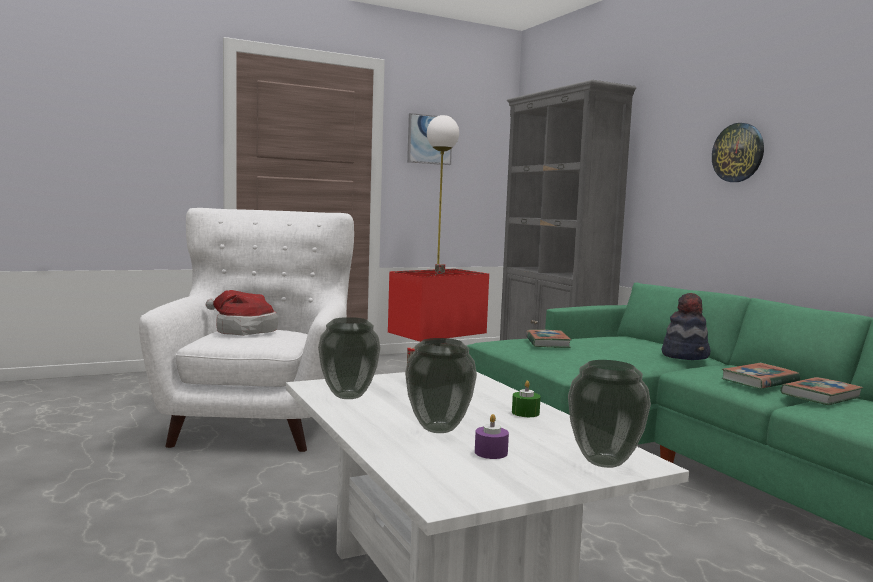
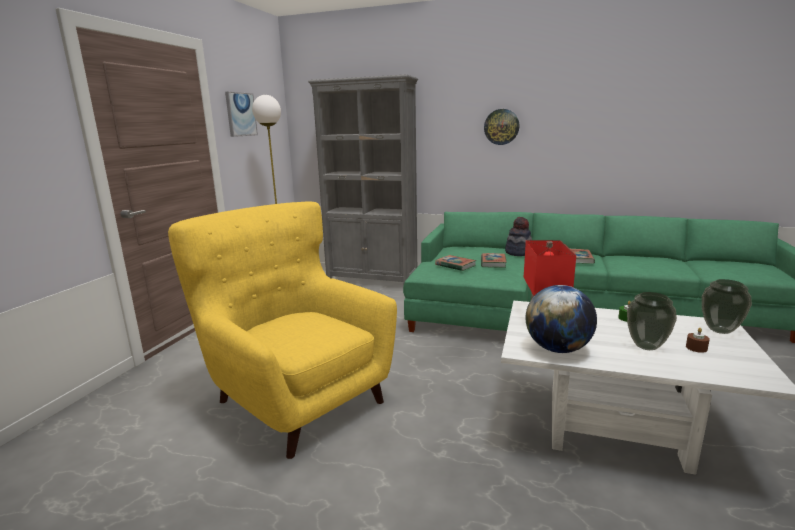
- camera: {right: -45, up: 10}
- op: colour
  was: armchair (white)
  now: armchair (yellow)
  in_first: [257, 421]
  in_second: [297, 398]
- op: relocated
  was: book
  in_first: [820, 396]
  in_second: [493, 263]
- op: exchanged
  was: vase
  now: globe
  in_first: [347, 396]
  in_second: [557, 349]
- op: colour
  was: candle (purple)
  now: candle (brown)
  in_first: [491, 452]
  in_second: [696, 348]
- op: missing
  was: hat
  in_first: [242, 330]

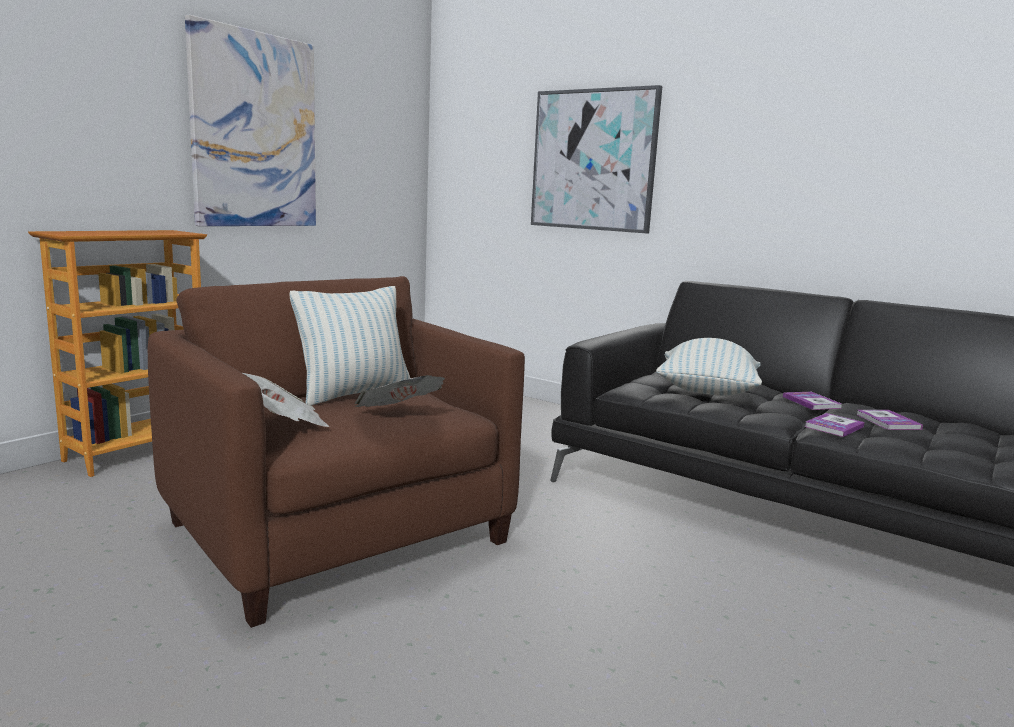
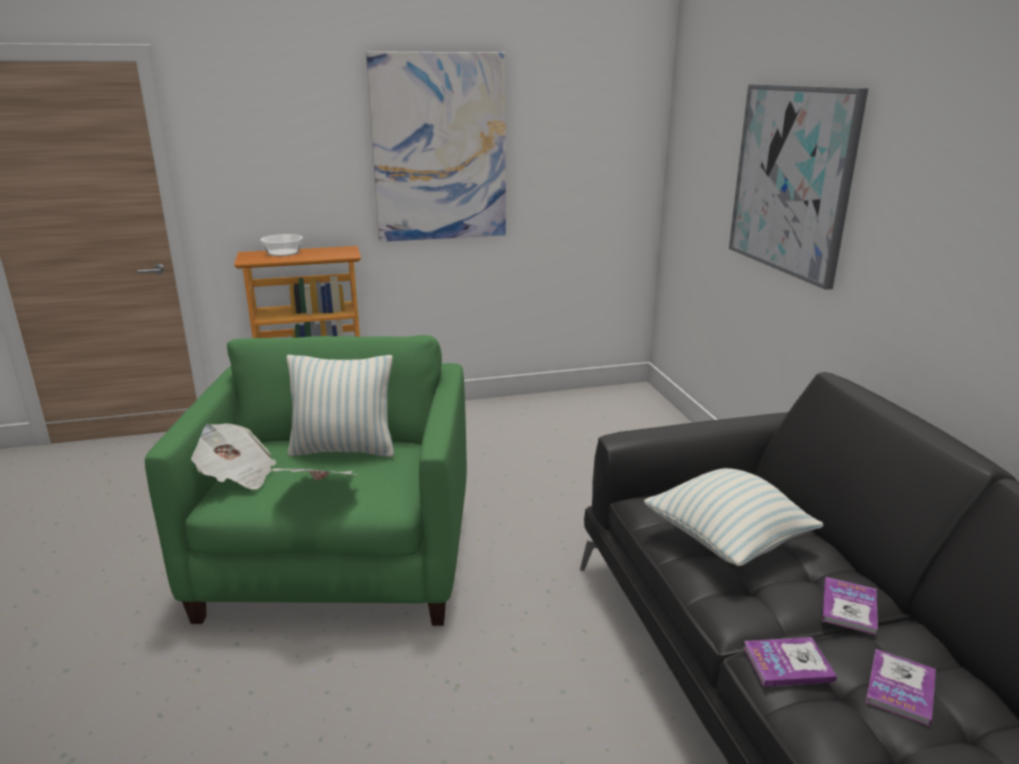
- camera: {right: 40, up: 10}
- op: colour
  was: armchair (brown)
  now: armchair (green)
  in_first: [339, 533]
  in_second: [340, 559]
- op: appeared
  now: bowl
  in_second: [283, 252]

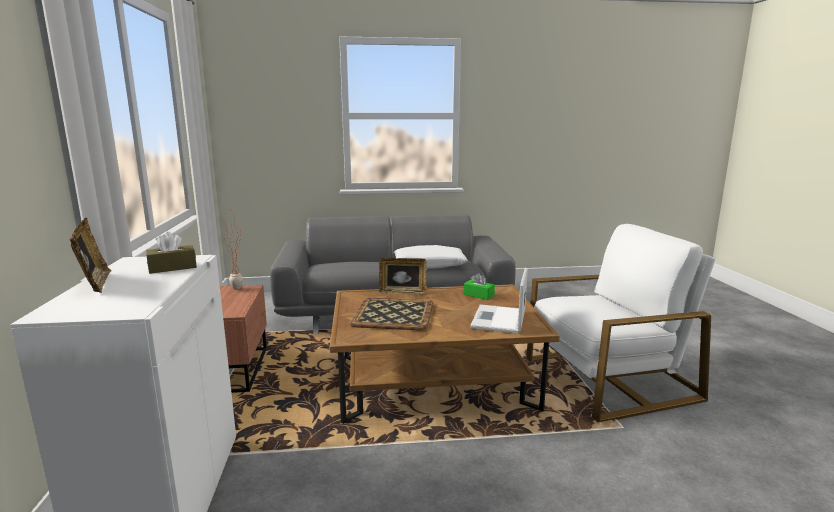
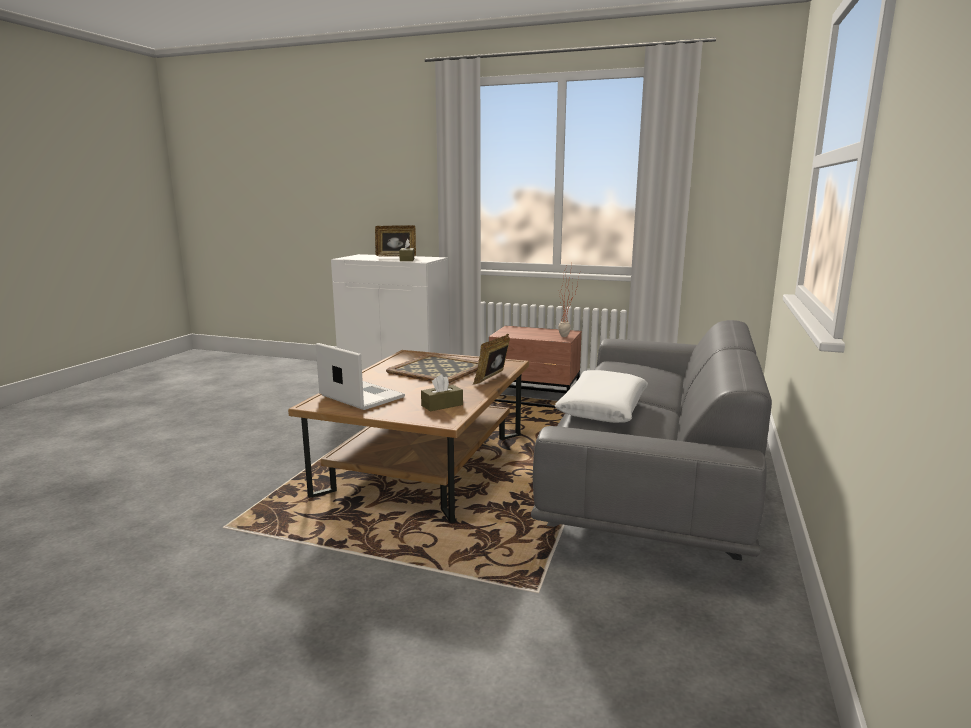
- camera: {right: 115, up: 0}
- op: colour
  was: tissue box (green)
  now: tissue box (brown)
  in_first: [478, 295]
  in_second: [442, 405]
- op: missing
  was: armchair (white)
  in_first: [608, 379]

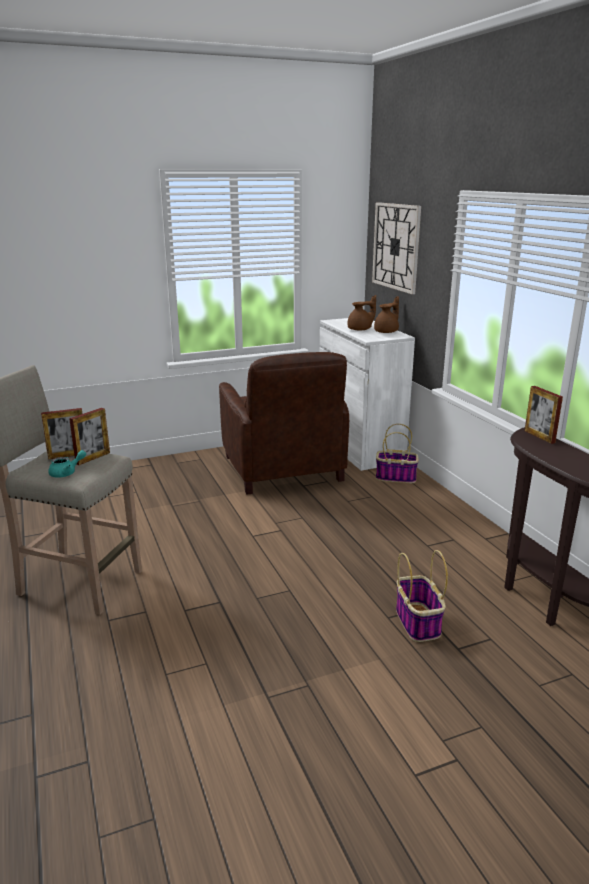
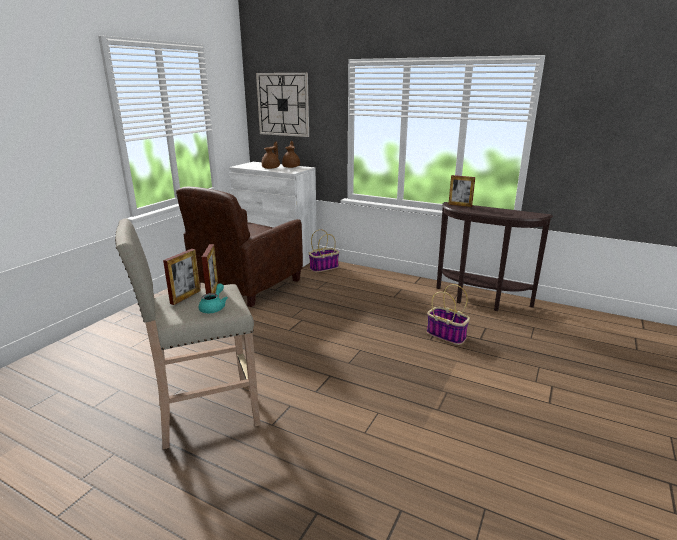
- camera: {right: -40, up: 0}
- op: spun
  was: armchair (brown)
  in_first: [283, 469]
  in_second: [246, 284]
  clockwise: 90

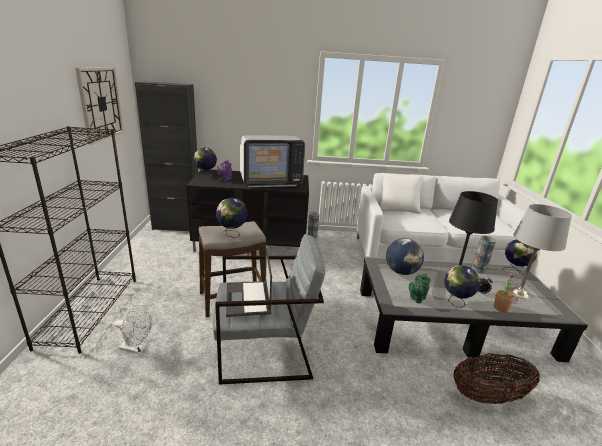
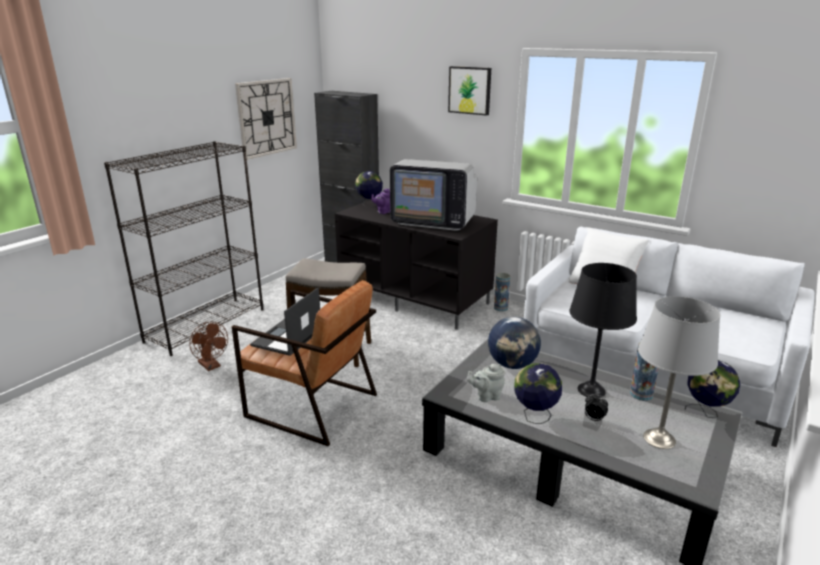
- camera: {right: 35, up: 0}
- op: colour
  was: fan (white)
  now: fan (brown)
  in_first: [137, 348]
  in_second: [211, 366]
- op: colour
  was: armchair (grey)
  now: armchair (brown)
  in_first: [265, 350]
  in_second: [312, 405]
- op: appeared
  now: picture
  in_second: [470, 90]
- op: colour
  was: teapot (green)
  now: teapot (grey)
  in_first: [416, 298]
  in_second: [486, 396]
- op: missing
  was: globe
  in_first: [232, 235]
- op: missing
  was: basket
  in_first: [488, 396]
- op: missing
  was: potted plant
  in_first: [500, 308]

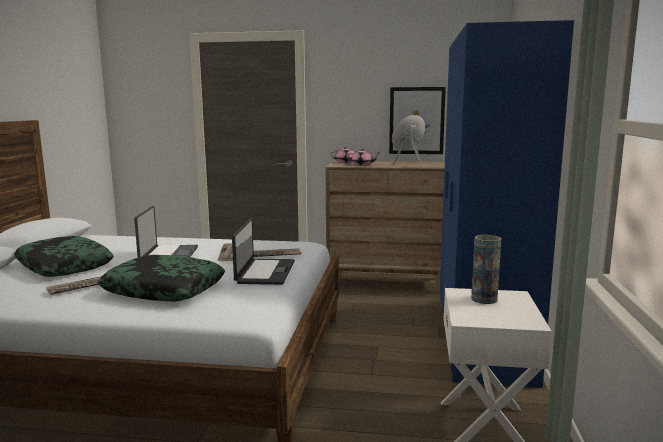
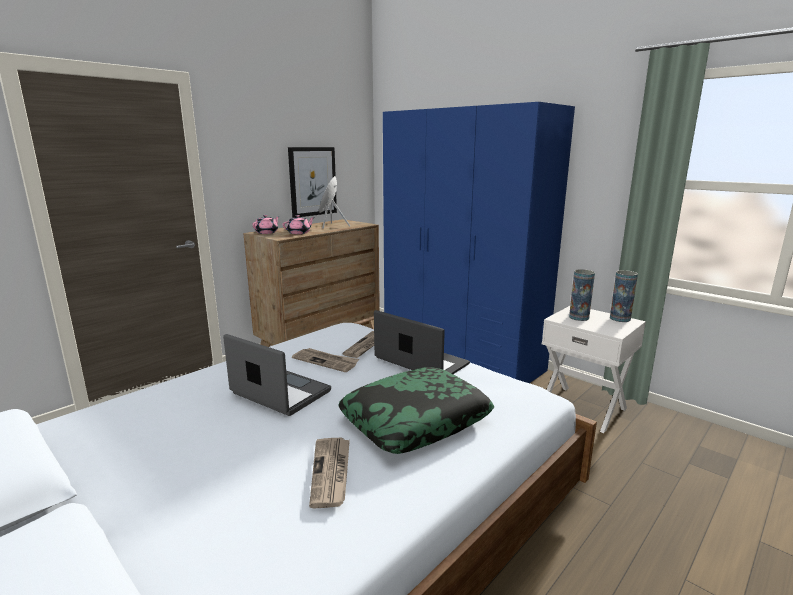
- camera: {right: -55, up: 5}
- op: appeared
  now: vase
  in_second: [620, 318]
- op: missing
  was: pillow
  in_first: [64, 266]

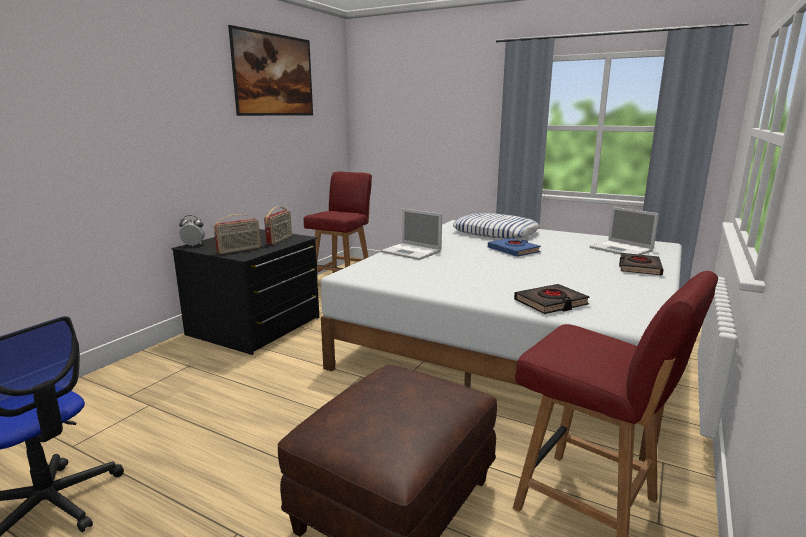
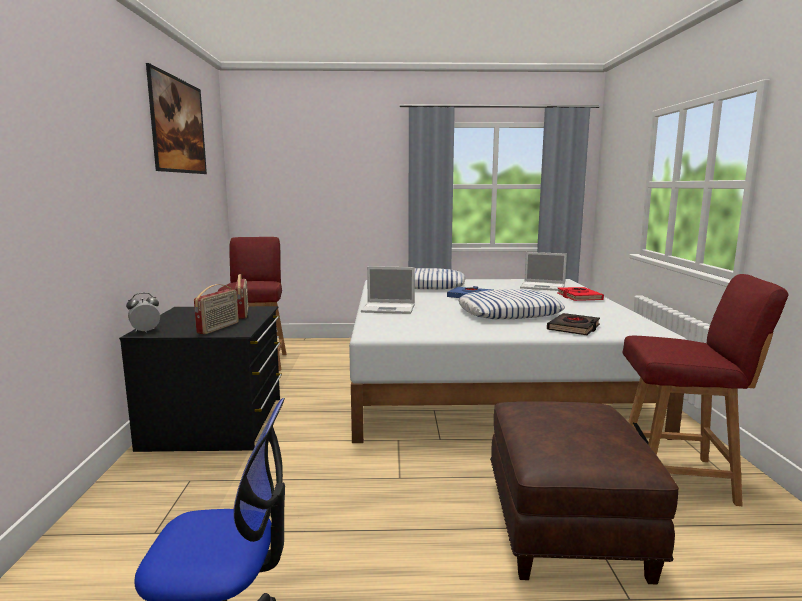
- camera: {right: -30, up: -5}
- op: appeared
  now: pillow
  in_second: [509, 312]
- op: colour
  was: book (black)
  now: book (red)
  in_first: [639, 268]
  in_second: [579, 297]

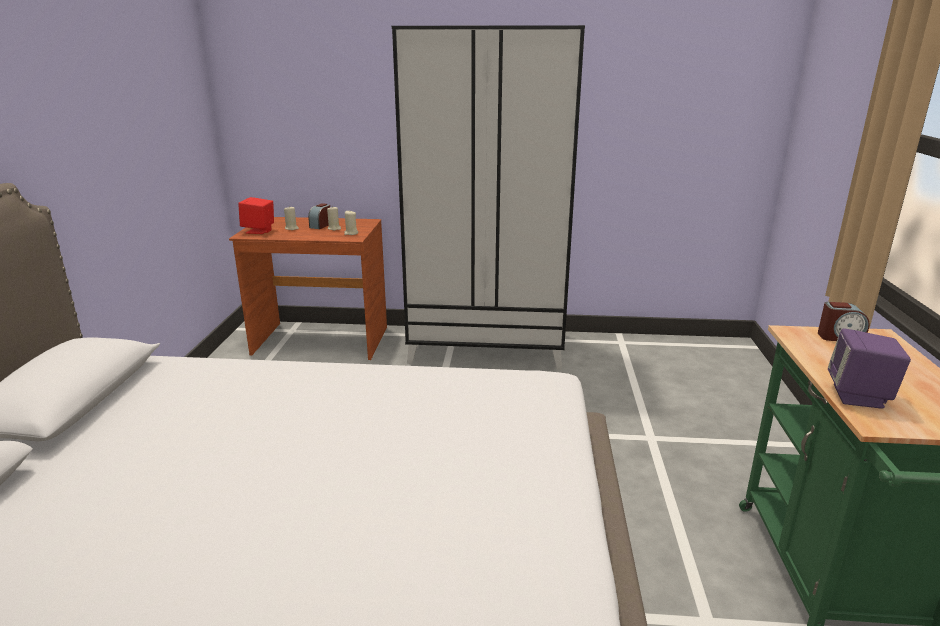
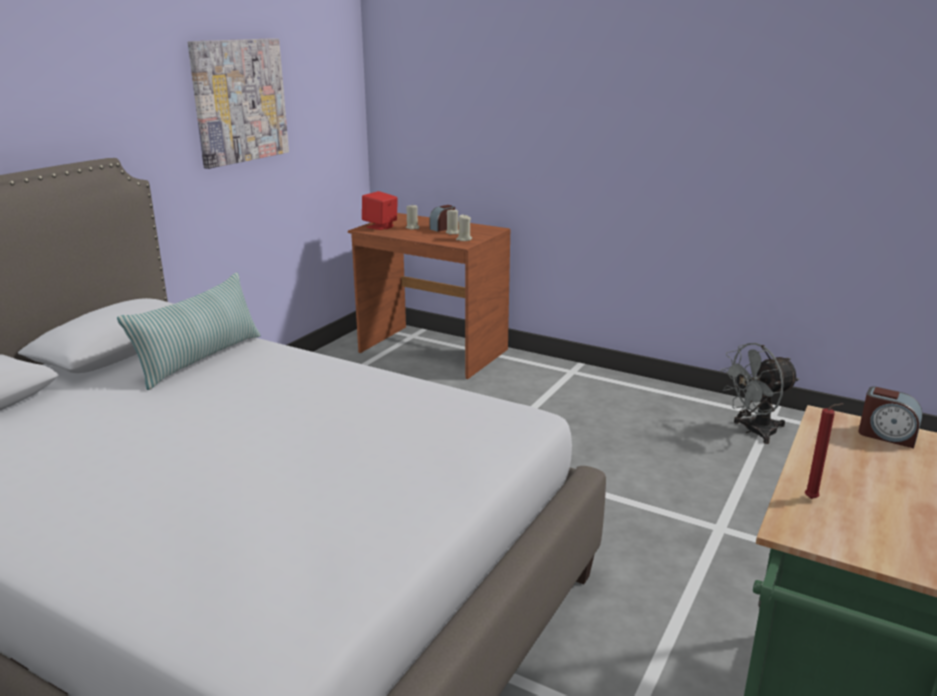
- camera: {right: 25, up: 0}
- op: appeared
  now: pillow
  in_second: [200, 359]
- op: appeared
  now: picture
  in_second: [239, 101]
- op: appeared
  now: fan (grey)
  in_second: [753, 431]
- op: exchanged
  was: speaker (purple)
  now: candle (red)
  in_first: [859, 396]
  in_second: [813, 499]
- op: missing
  was: wardrobe (black)
  in_first: [487, 347]

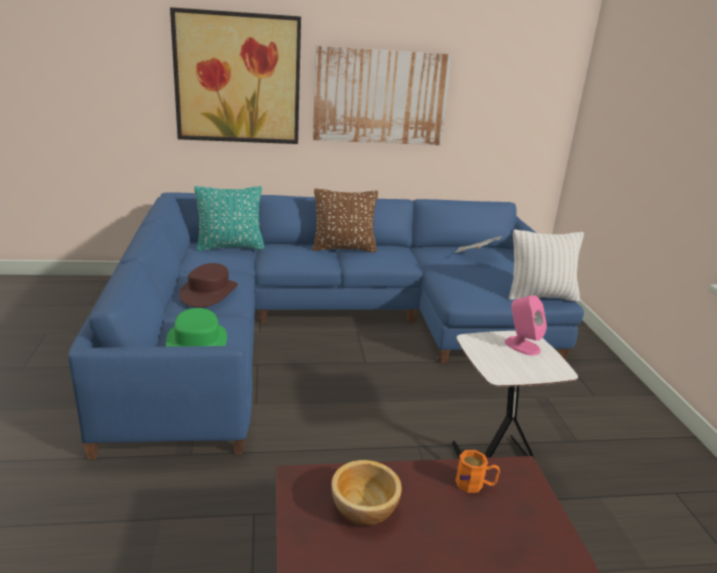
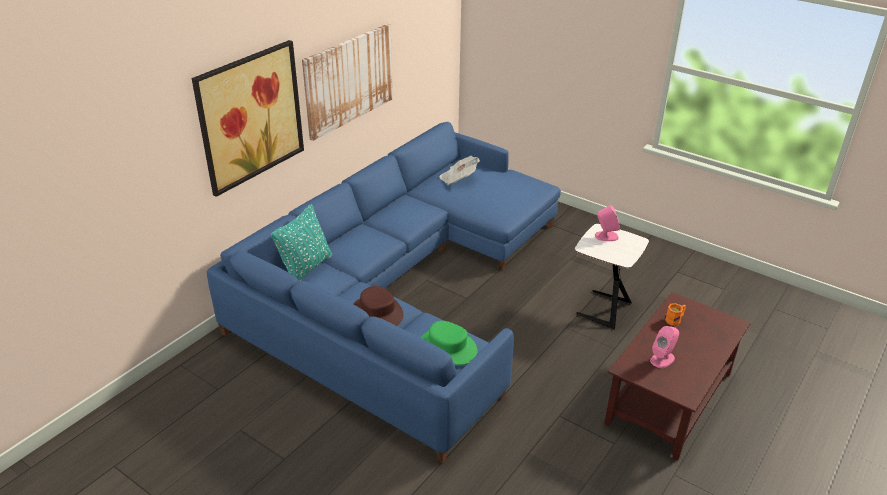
- camera: {right: -45, up: 10}
- op: exchanged
  was: bowl
  now: speaker (pink)
  in_first: [365, 508]
  in_second: [662, 359]
- op: missing
  was: pillow (brown)
  in_first: [344, 248]
- op: missing
  was: pillow (white)
  in_first: [540, 296]

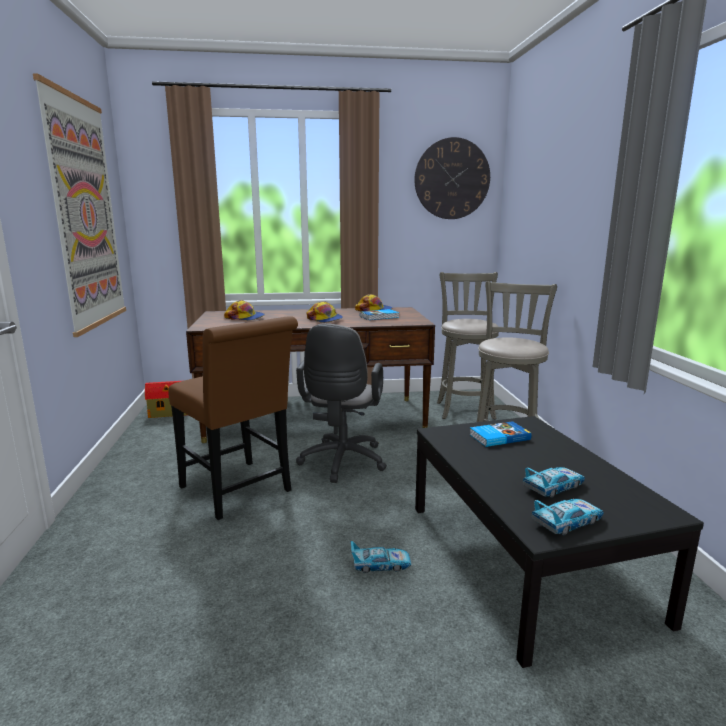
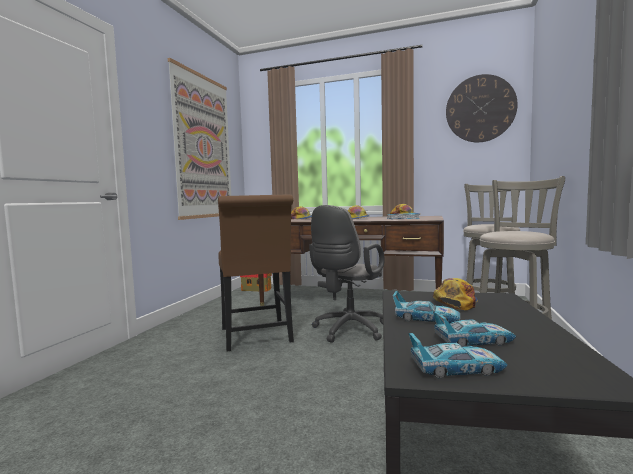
- camera: {right: 25, up: -10}
- op: relocated
  was: toy car
  in_first: [380, 564]
  in_second: [426, 319]
- op: exchanged
  was: book
  now: cap
  in_first: [498, 437]
  in_second: [455, 302]

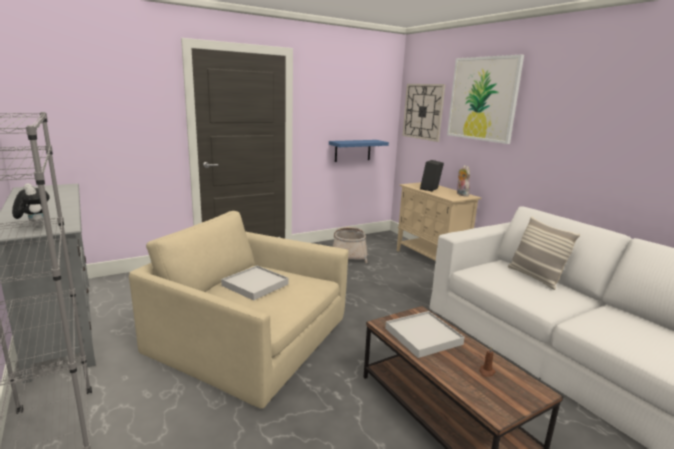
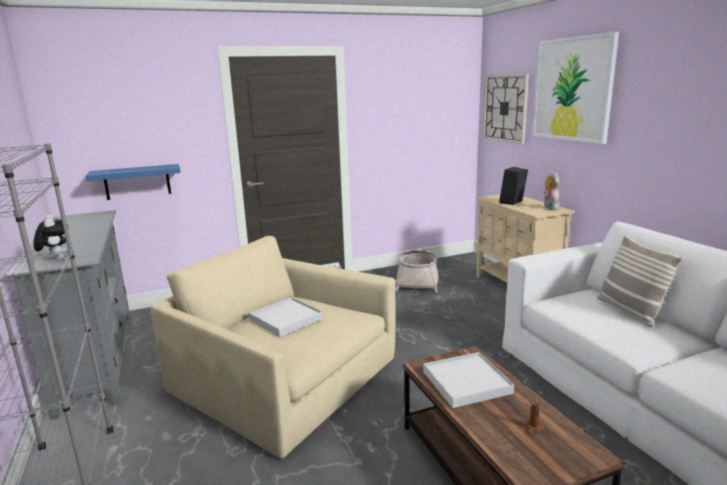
- camera: {right: 10, up: 0}
- op: relocated
  was: shelf (blue)
  in_first: [352, 150]
  in_second: [137, 182]

